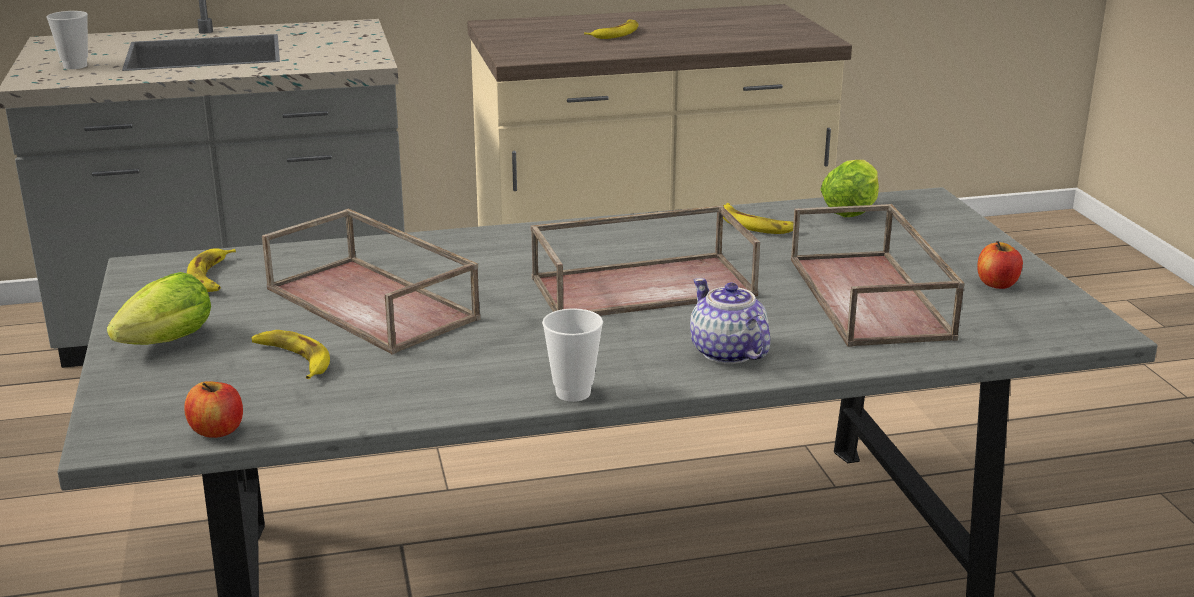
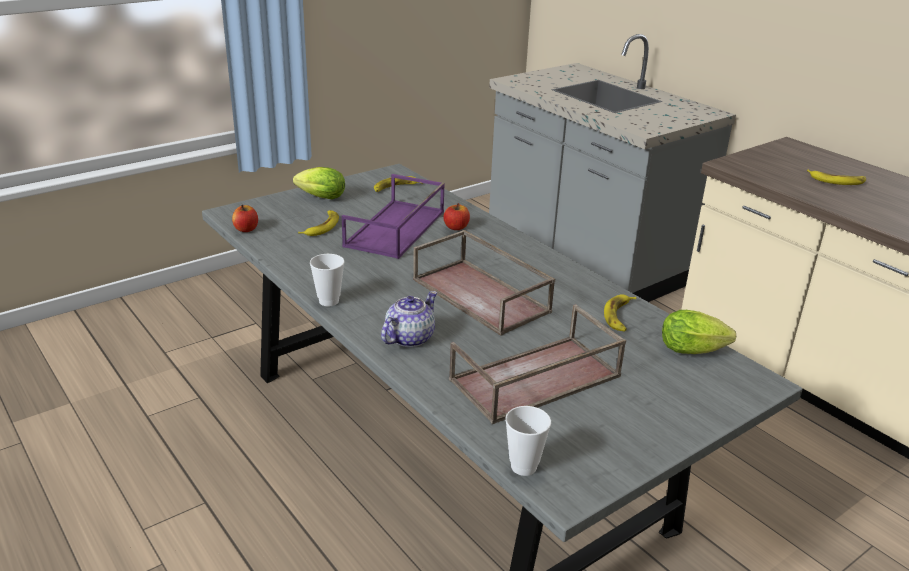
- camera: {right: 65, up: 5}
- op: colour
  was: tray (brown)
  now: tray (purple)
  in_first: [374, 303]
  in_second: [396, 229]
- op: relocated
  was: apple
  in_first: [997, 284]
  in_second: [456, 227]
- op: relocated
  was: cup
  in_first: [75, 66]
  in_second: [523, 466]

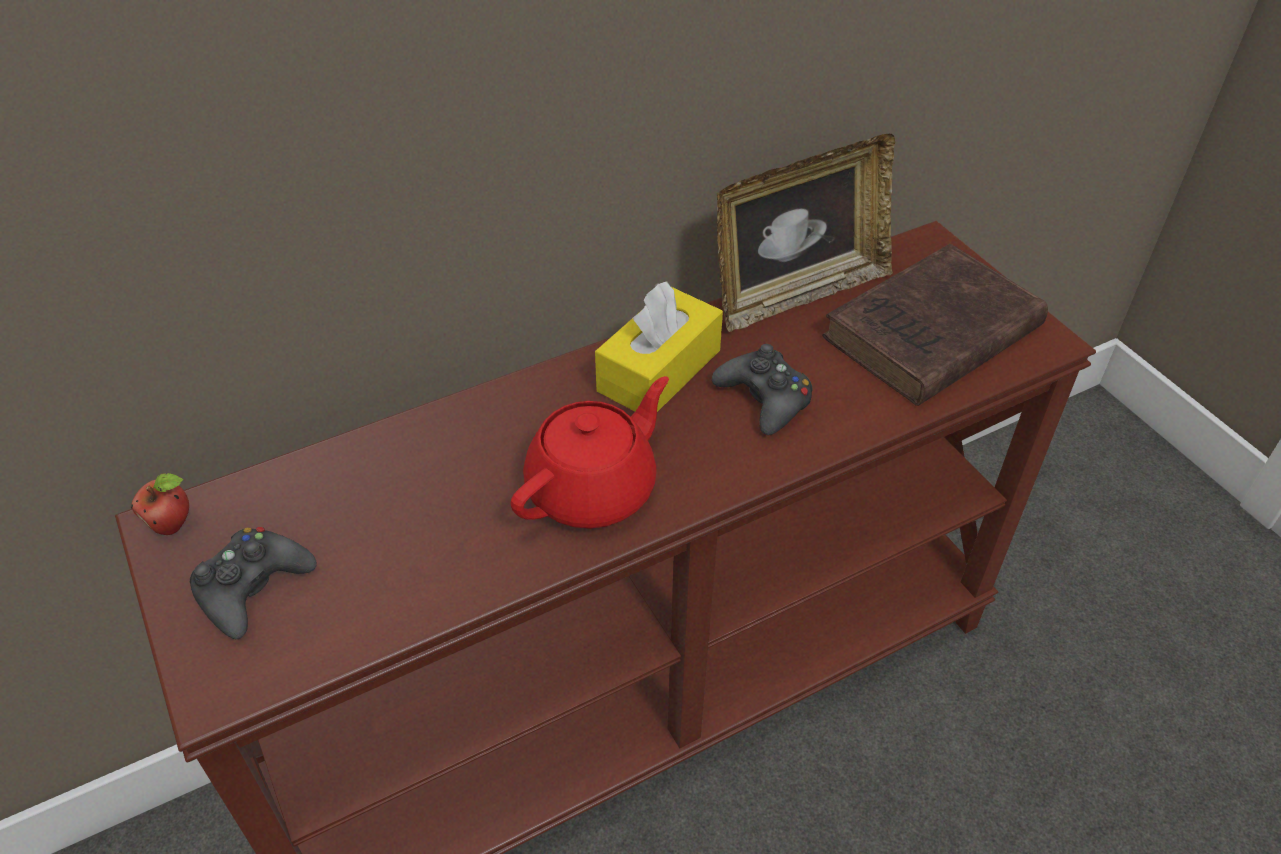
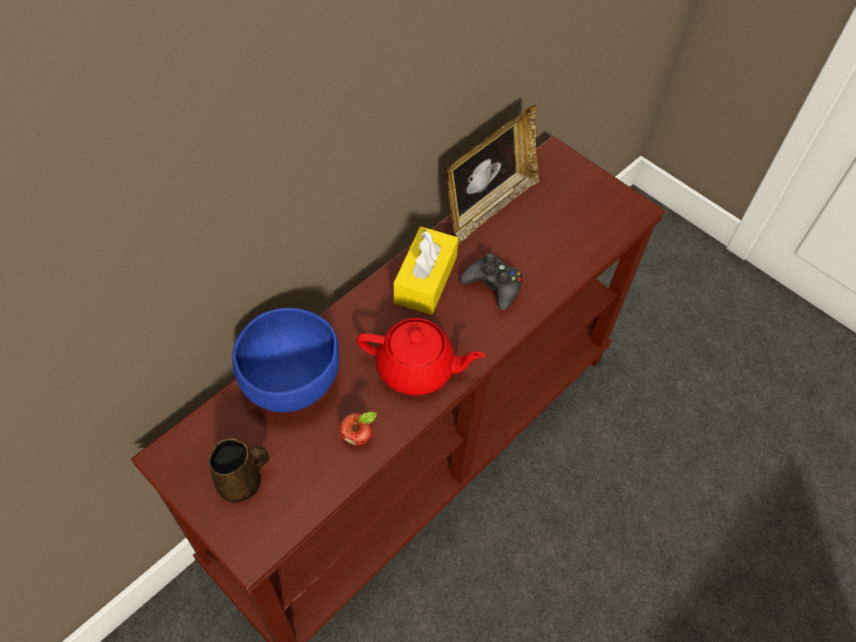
- camera: {right: -20, up: 10}
- op: exchanged
  was: game controller (black)
  now: mug (brown)
  in_first: [252, 588]
  in_second: [242, 483]
- op: appeared
  now: bowl (blue)
  in_second: [292, 383]
- op: relocated
  was: apple
  in_first: [174, 524]
  in_second: [358, 437]
- op: spun
  was: teapot (red)
  in_first: [594, 489]
  in_second: [417, 369]
  clockwise: 75
- op: missing
  was: book (brown)
  in_first: [928, 335]

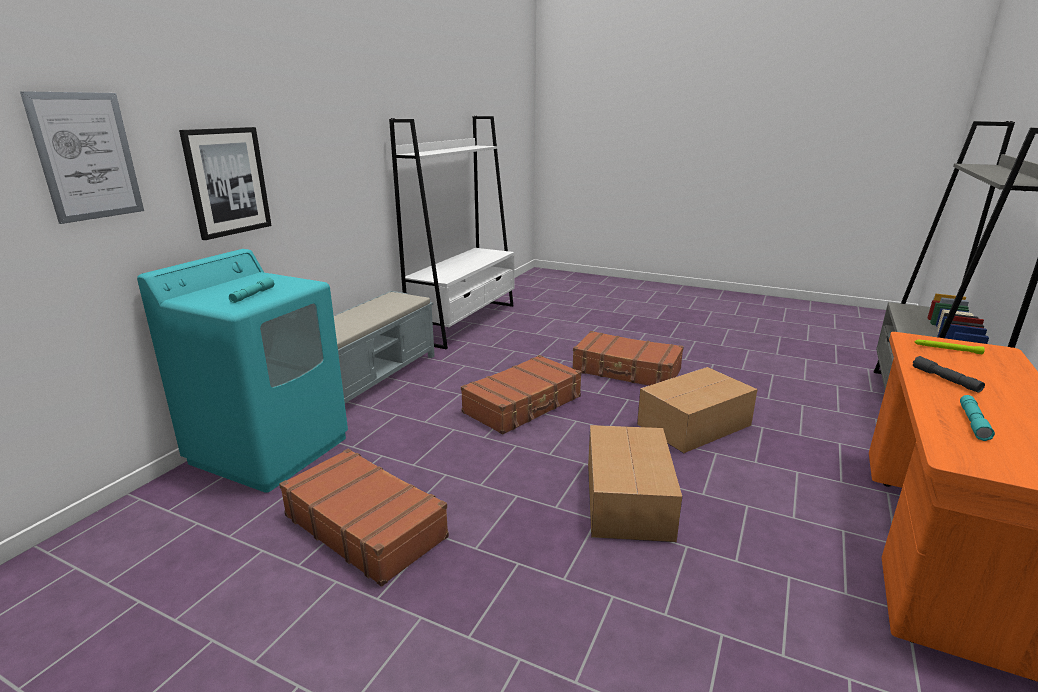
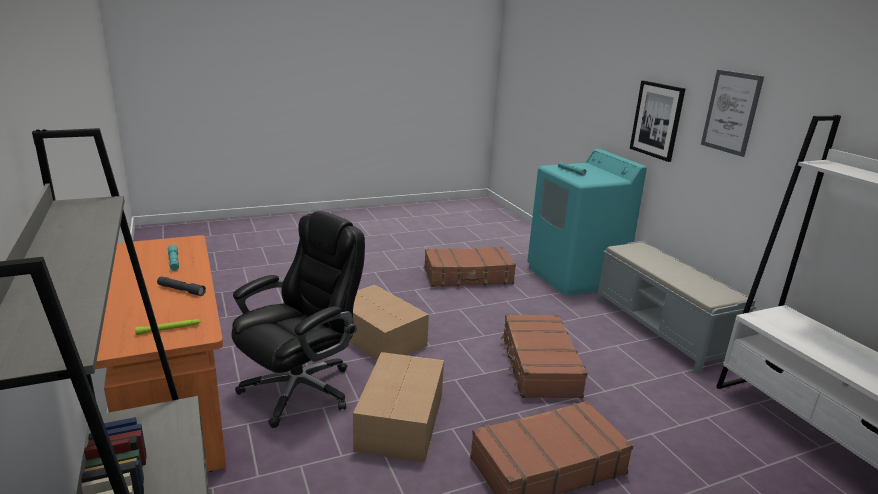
- camera: {right: 130, up: 0}
- op: appeared
  now: office chair (black)
  in_second: [301, 389]
- op: relocated
  was: picture
  in_first: [87, 156]
  in_second: [731, 112]

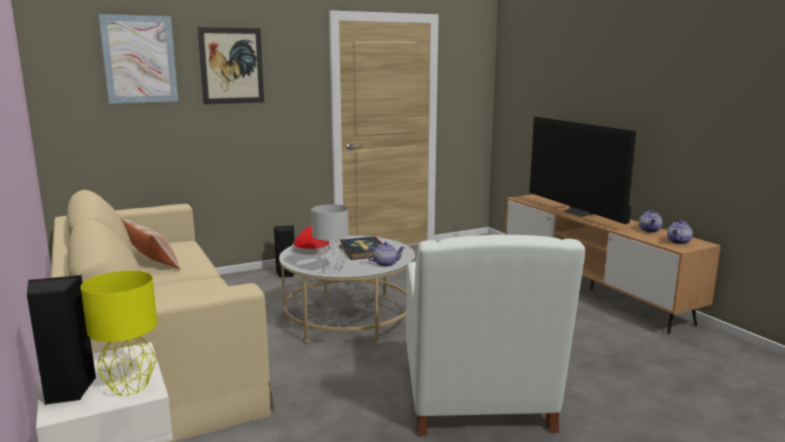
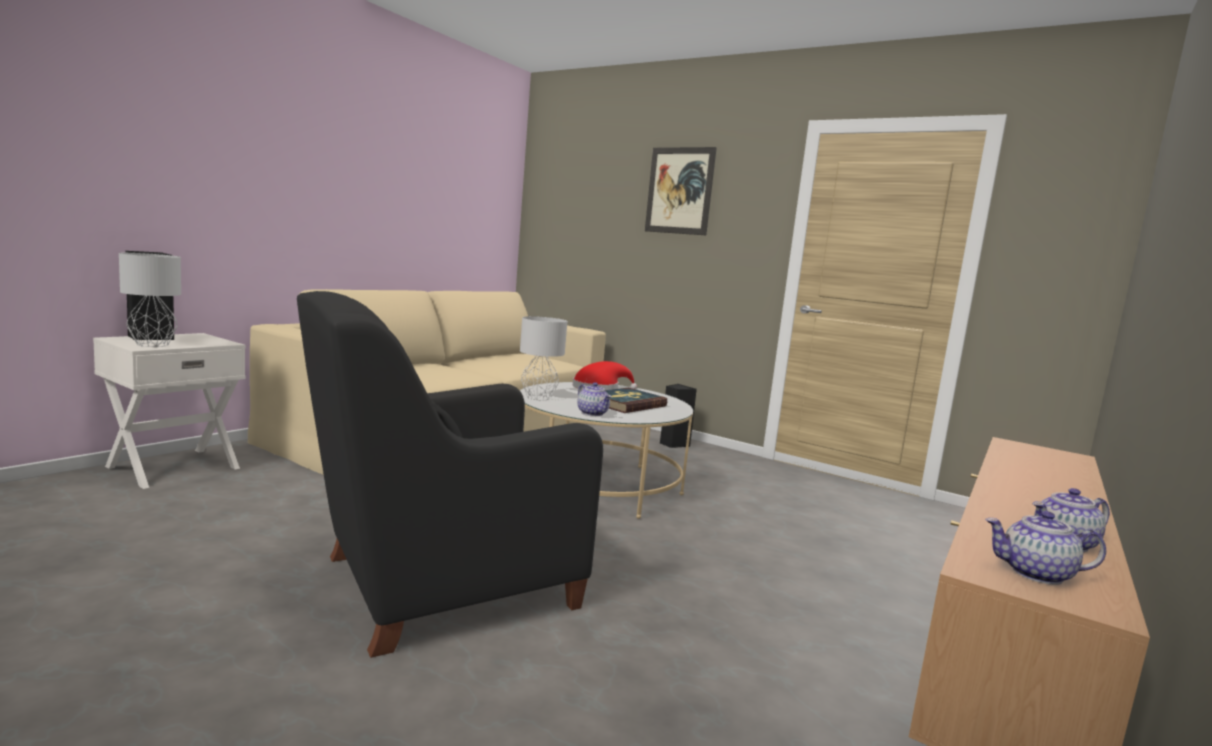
- camera: {right: 60, up: -5}
- op: colour
  was: table lamp (yellow)
  now: table lamp (grey)
  in_first: [128, 387]
  in_second: [153, 344]
- op: colour
  was: armchair (white)
  now: armchair (black)
  in_first: [477, 400]
  in_second: [438, 584]
- op: missing
  was: picture
  in_first: [139, 59]
- op: missing
  was: pillow
  in_first: [151, 260]
- op: missing
  was: television
  in_first: [580, 213]

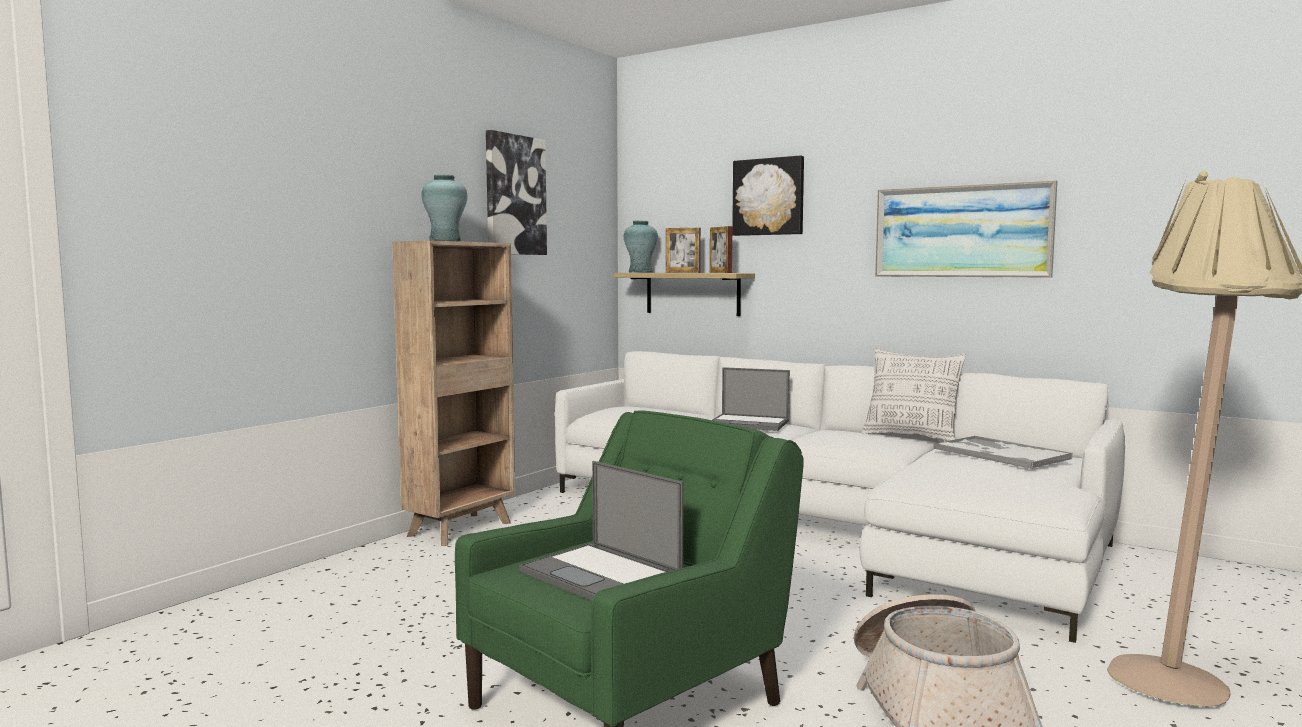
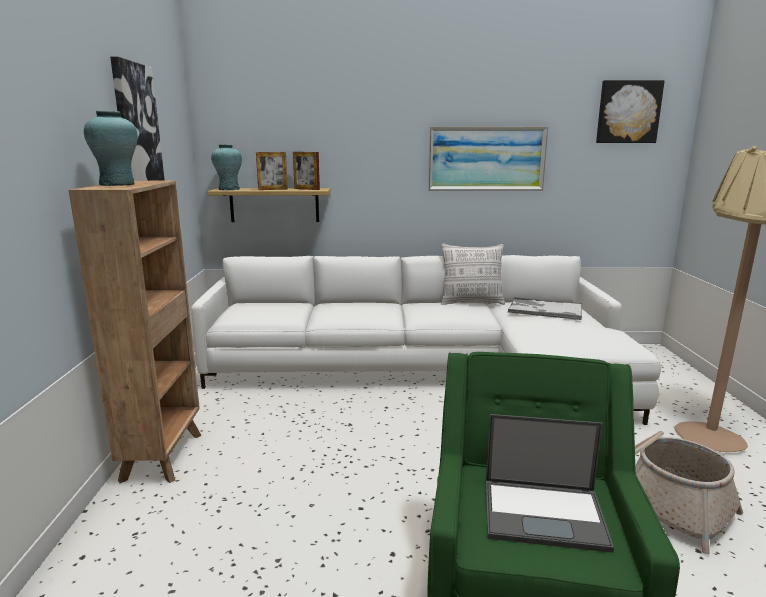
- camera: {right: -35, up: 10}
- op: relocated
  was: picture
  in_first: [769, 197]
  in_second: [628, 112]
- op: missing
  was: laptop
  in_first: [750, 423]

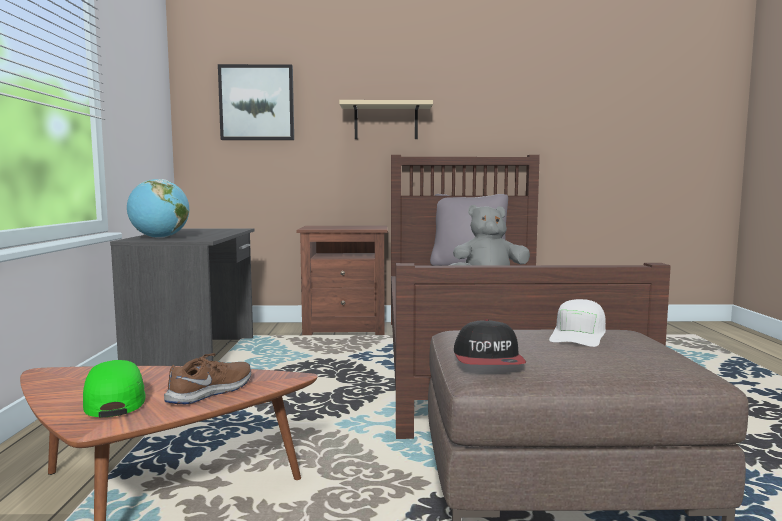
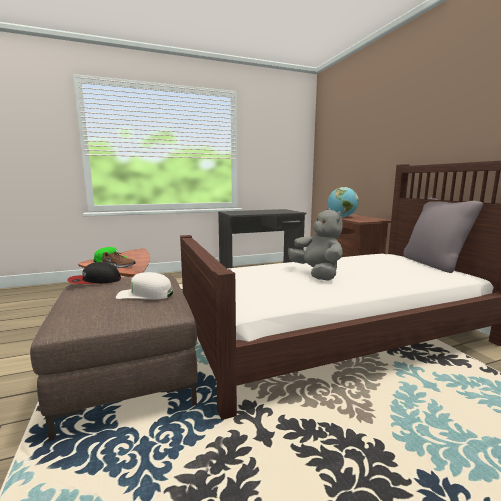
- camera: {right: 70, up: 5}
- op: relocated
  was: globe
  in_first: [160, 238]
  in_second: [341, 217]
- op: missing
  was: picture
  in_first: [257, 103]
- op: missing
  was: shelf (beige)
  in_first: [386, 121]

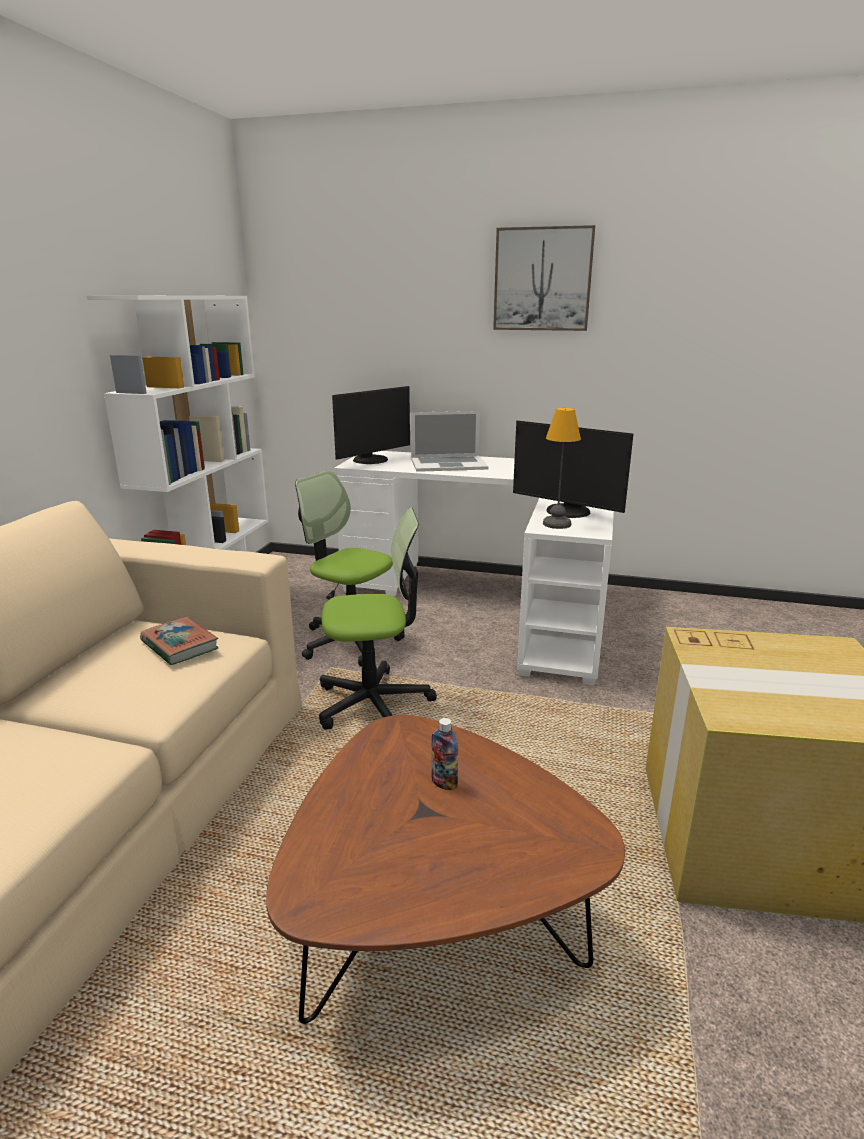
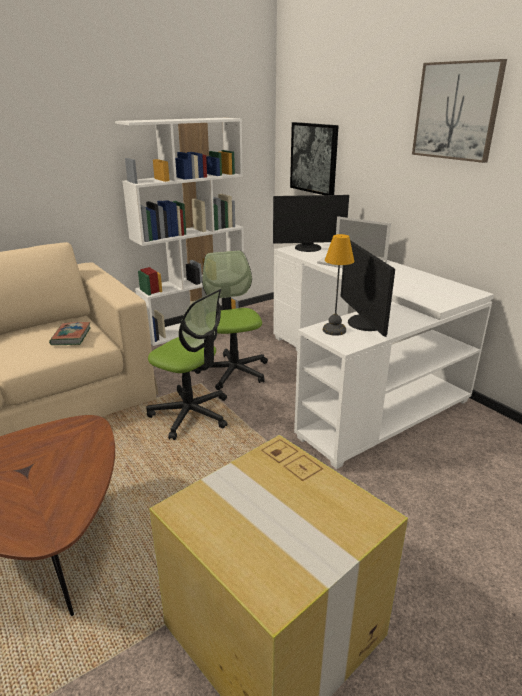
- camera: {right: 40, up: 5}
- op: appeared
  now: picture
  in_second: [314, 158]
- op: missing
  was: bottle
  in_first: [444, 783]

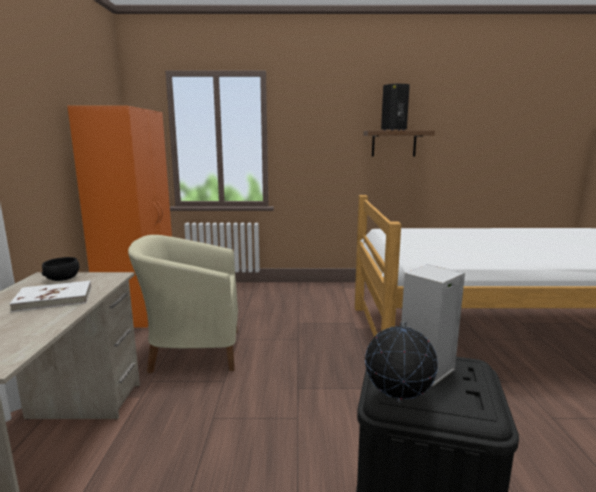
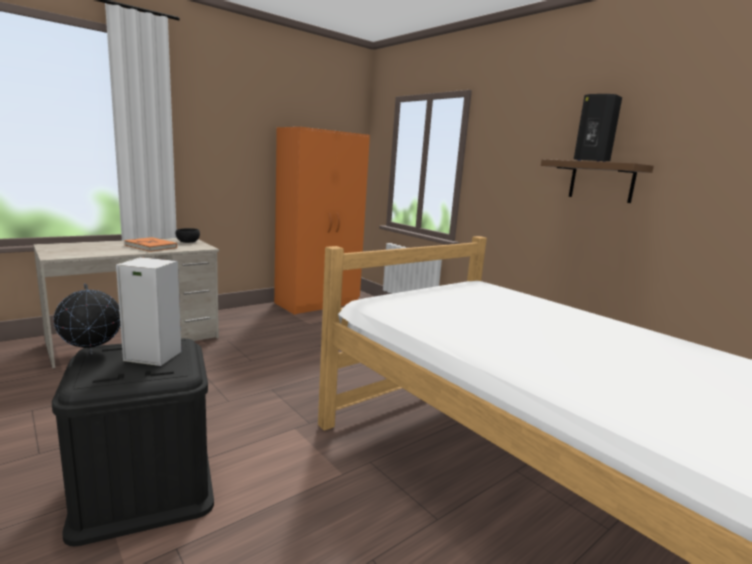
- camera: {right: 50, up: 0}
- op: colour
  was: book (white)
  now: book (orange)
  in_first: [54, 299]
  in_second: [151, 246]
- op: missing
  was: armchair (beige)
  in_first: [193, 351]

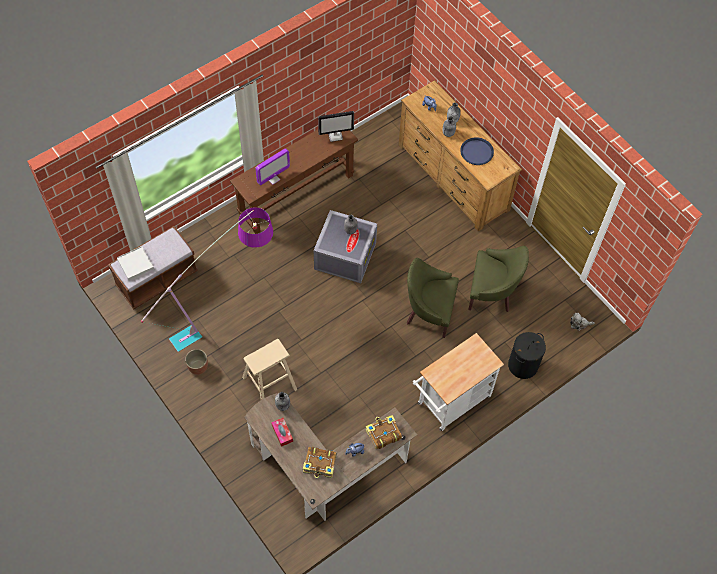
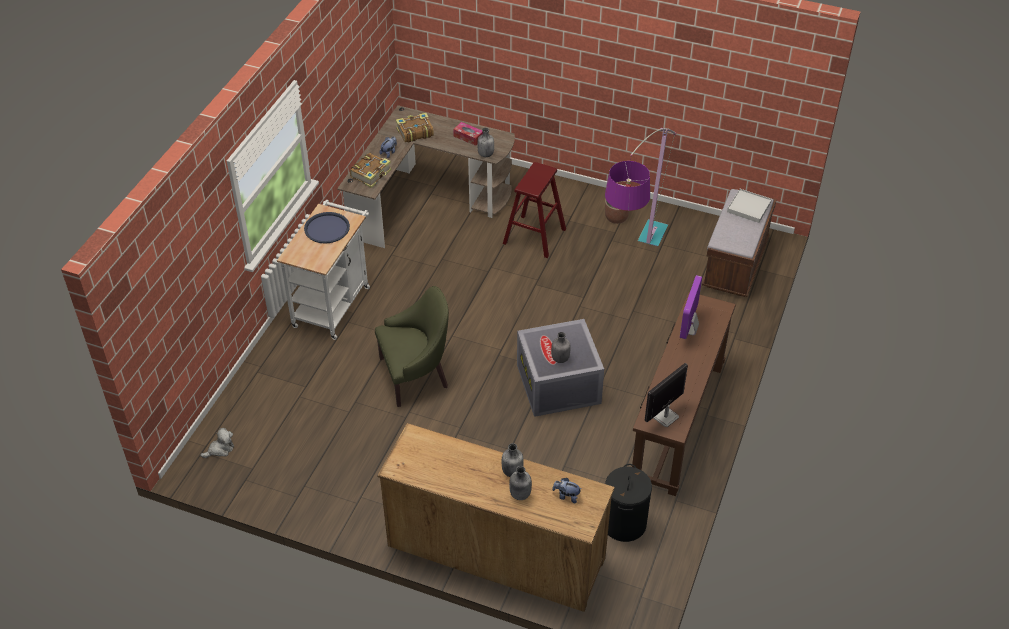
- camera: {right: 150, up: -15}
- op: relocated
  was: tray (blue)
  in_first: [476, 152]
  in_second: [327, 228]
- op: colour
  was: stool (beige)
  now: stool (red)
  in_first: [269, 383]
  in_second: [534, 236]
- op: relocated
  was: laundry basket (black)
  in_first: [523, 365]
  in_second: [624, 523]
- op: missing
  was: armchair (green)
  in_first: [492, 292]

